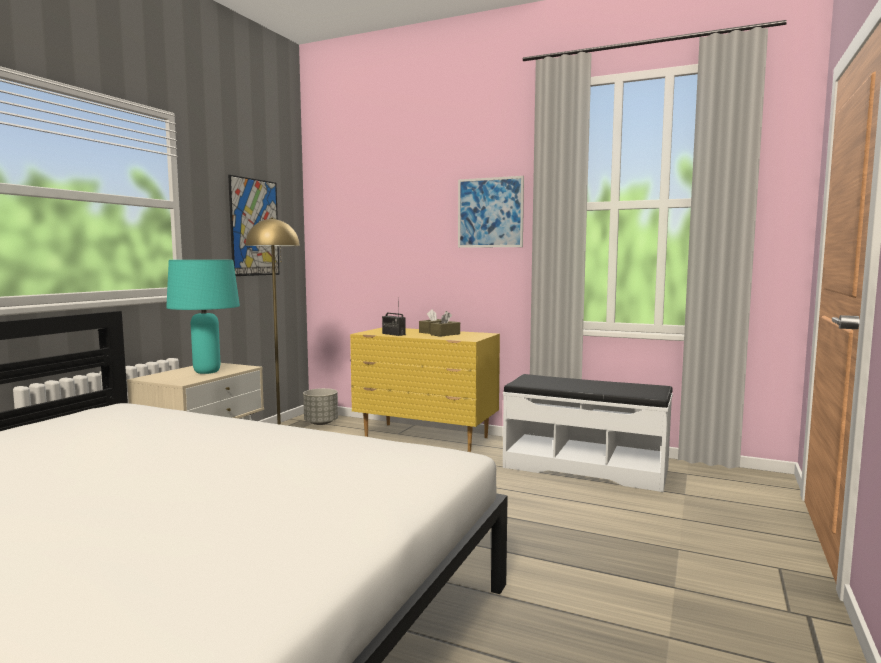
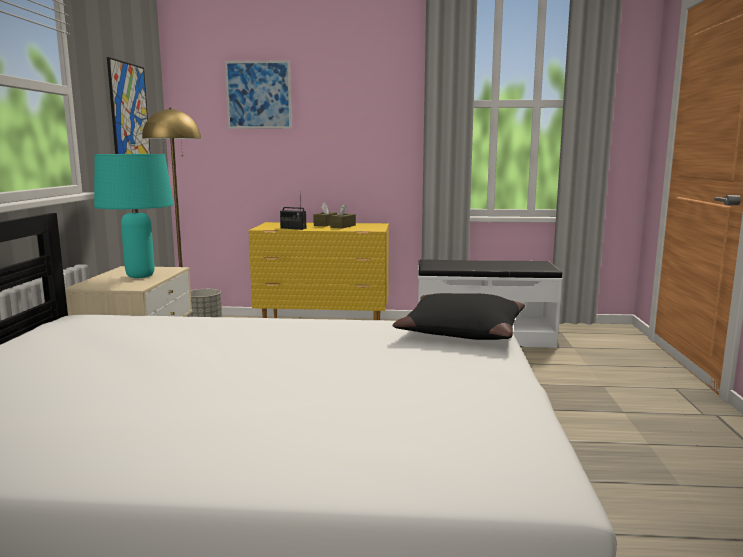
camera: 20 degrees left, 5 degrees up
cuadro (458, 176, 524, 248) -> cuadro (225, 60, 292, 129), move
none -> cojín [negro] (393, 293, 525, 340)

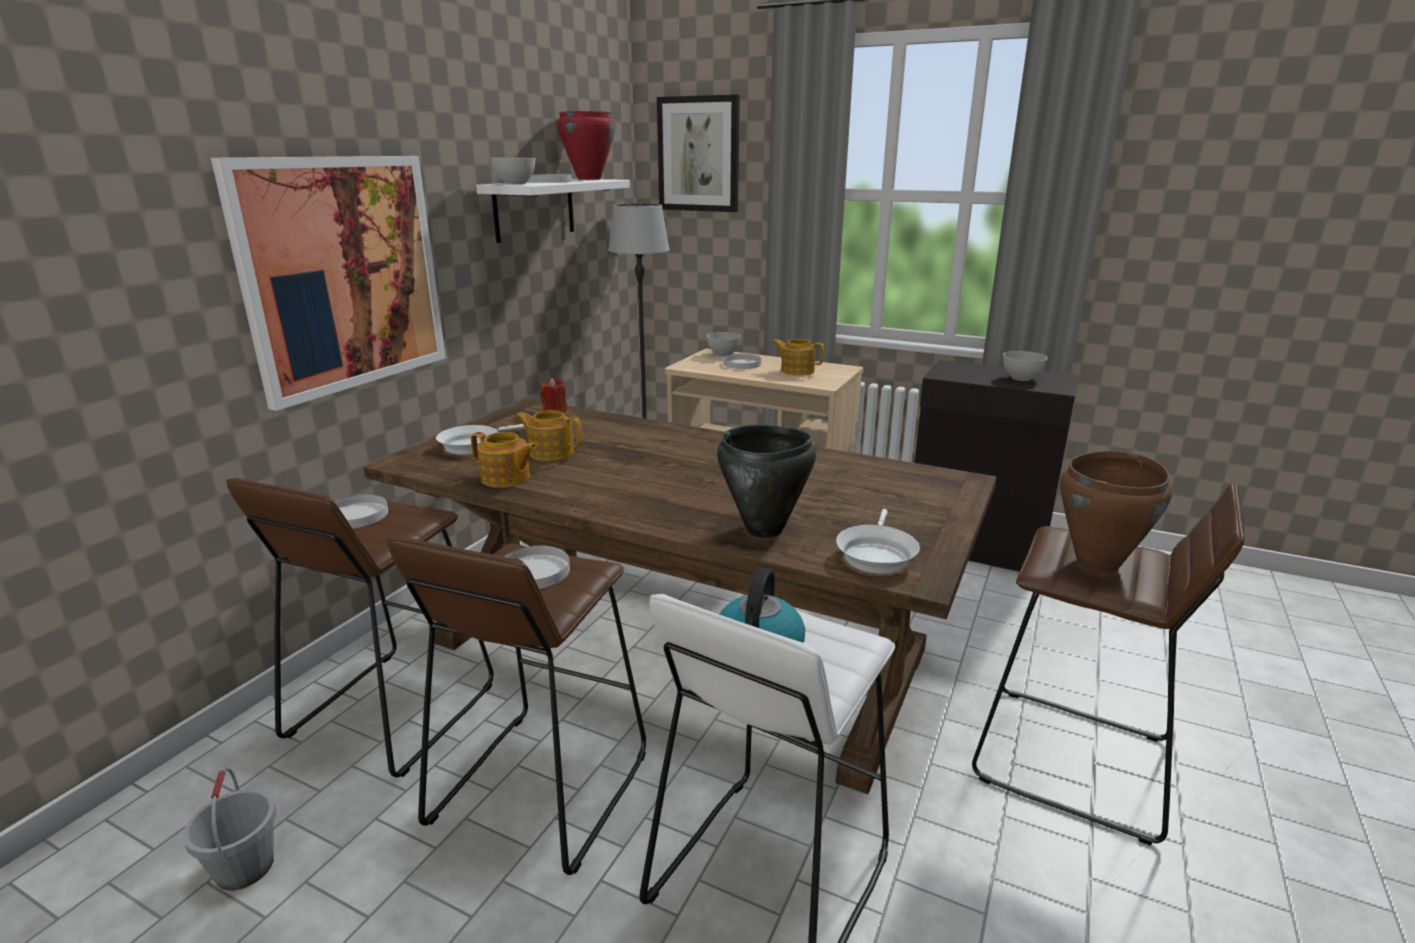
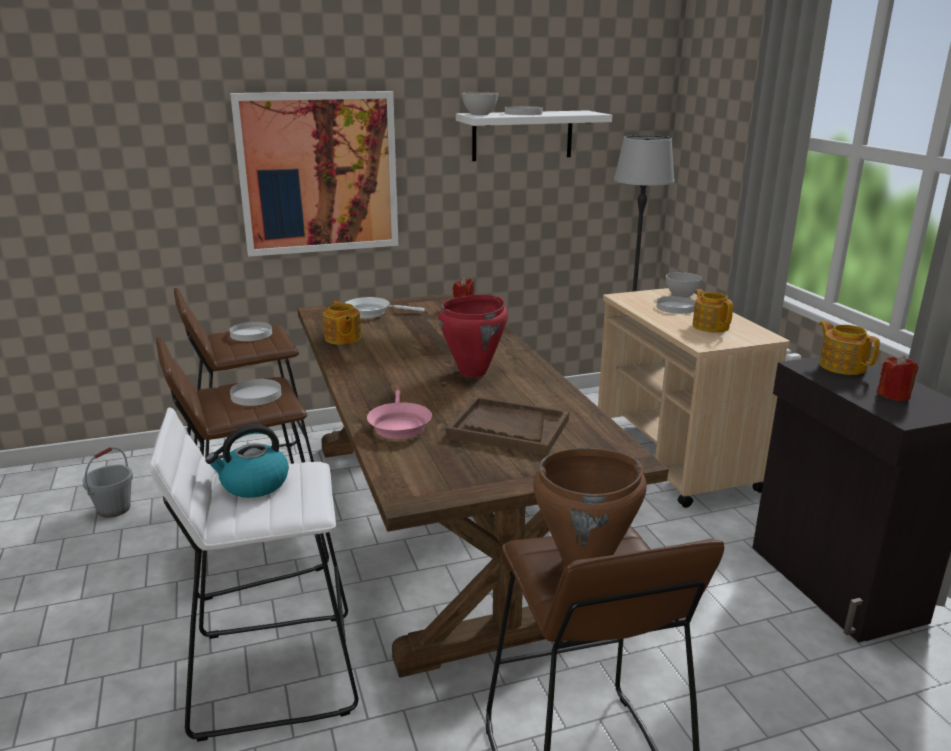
camera: 45 degrees right, 0 degrees up
cuadro (657, 95, 740, 212) -> none
olla [rojo] (557, 111, 615, 180) -> olla [rojo] (438, 295, 508, 377), move
cuenco [gris] (1003, 351, 1047, 381) -> vela [rojo] (877, 355, 918, 401)
tetera (515, 410, 582, 461) -> tetera (819, 320, 880, 375), move
olla [negro] (717, 425, 817, 538) -> sartén [rosa] (367, 390, 432, 439)
sartén [blanco] (836, 509, 920, 573) -> none
none -> bandeja [marrón] (446, 396, 569, 455)

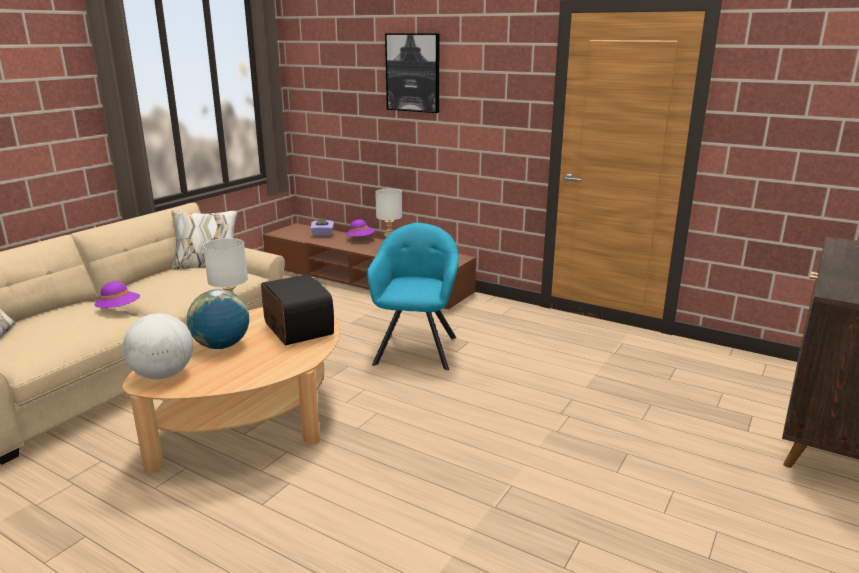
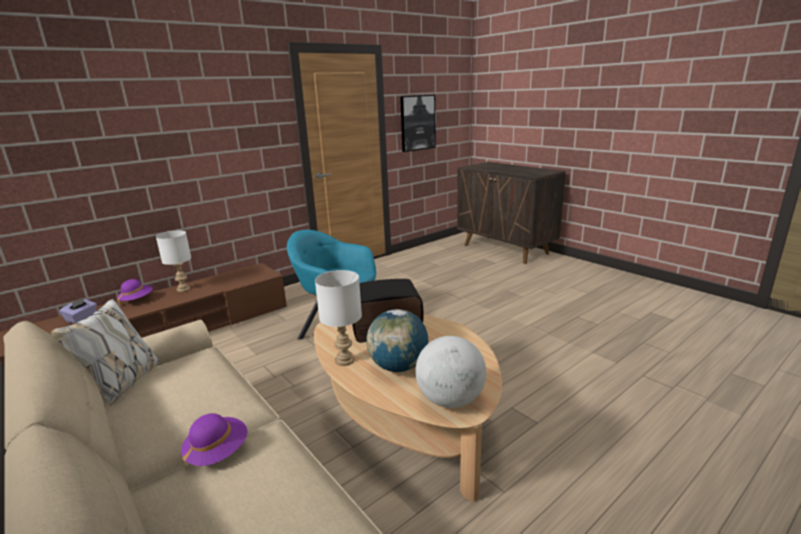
camera: 70 degrees left, 0 degrees up
cuadro (385, 33, 440, 113) -> cuadro (400, 95, 436, 152), move

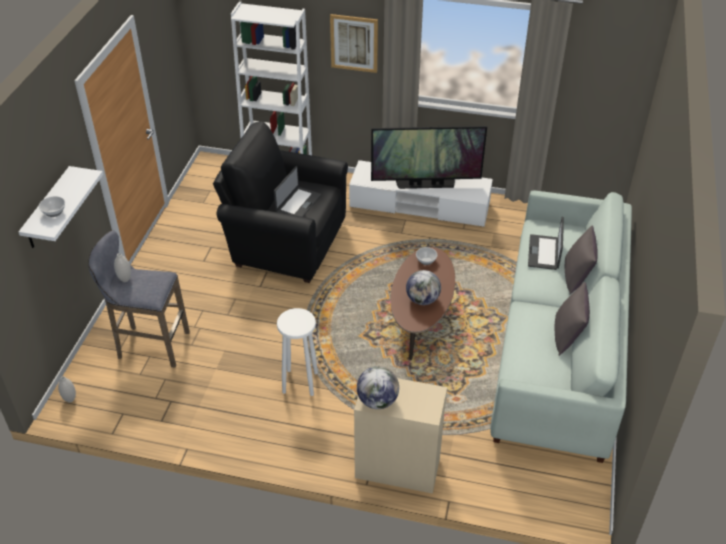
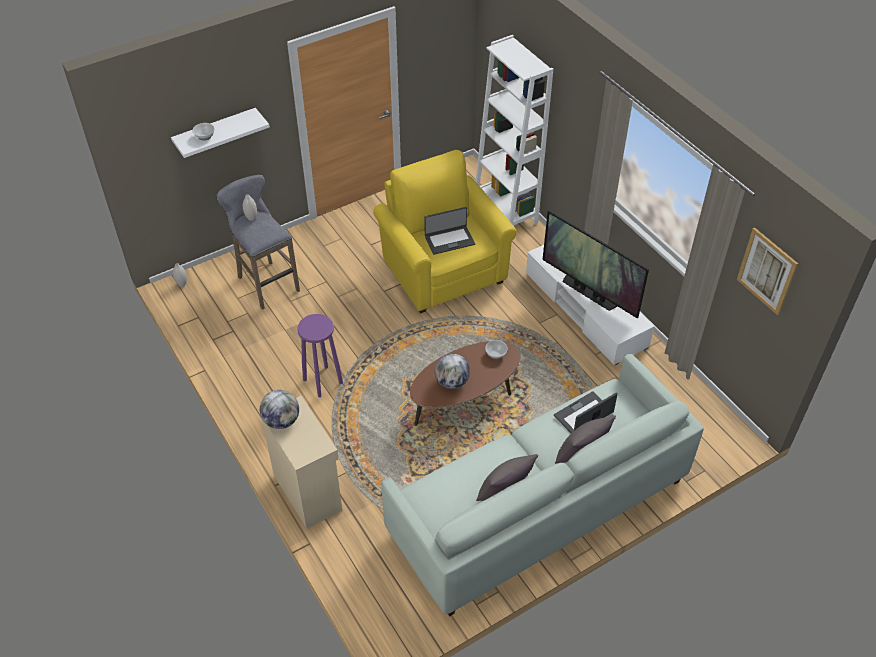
camera: 45 degrees right, 5 degrees up
cuadro (330, 14, 378, 73) -> cuadro (737, 228, 798, 315), move
sillón [negro] (213, 121, 348, 283) -> sillón [amarillo] (373, 150, 517, 314)
taburete [blanco] (277, 308, 318, 396) -> taburete [morado] (297, 314, 343, 397)

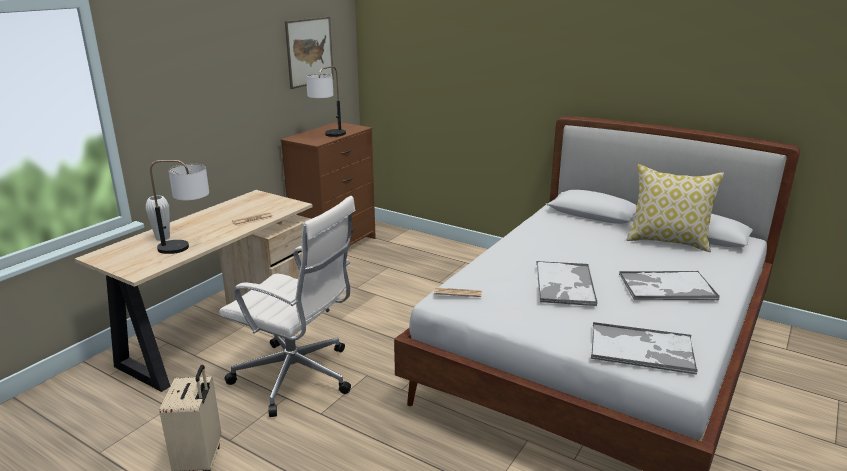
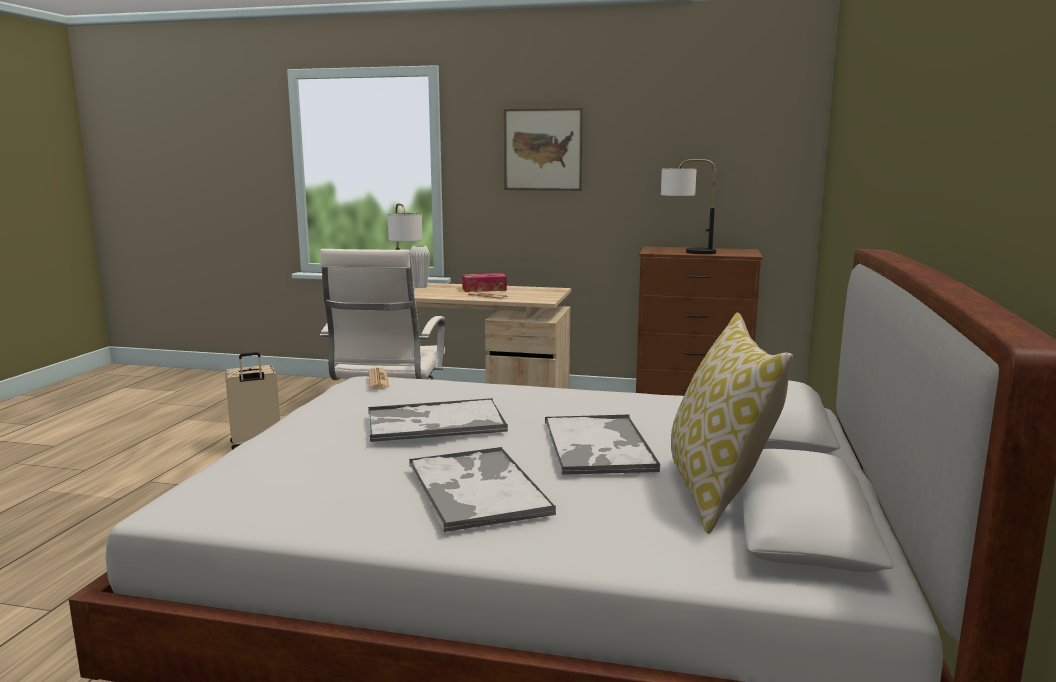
camera: 70 degrees right, 10 degrees down
cuadro (285, 17, 334, 89) -> cuadro (504, 108, 583, 191), move
bandeja (591, 322, 698, 375) -> bandeja (545, 414, 661, 475), move
none -> caja de pañuelos (462, 273, 507, 292)

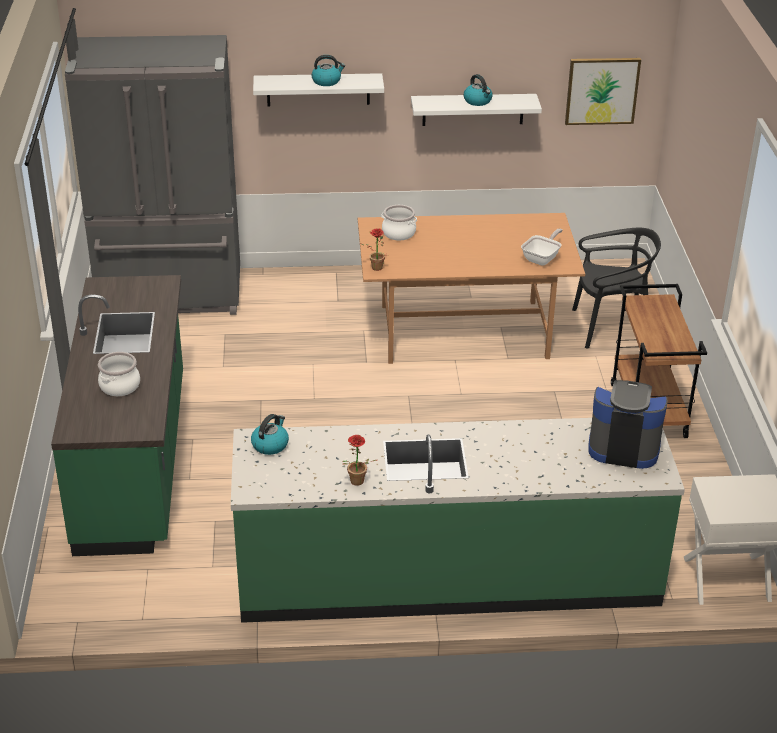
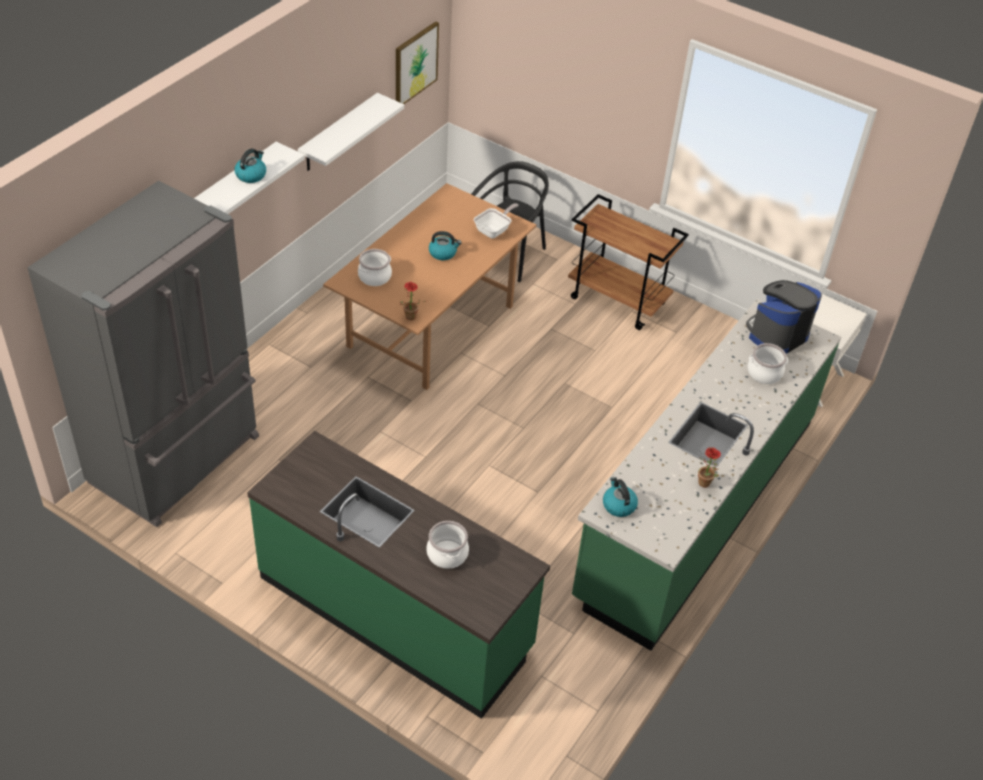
camera: 55 degrees left, 10 degrees up
hervidor (464, 74, 493, 106) -> hervidor (429, 231, 462, 260), move
sartén (521, 229, 563, 266) -> sartén (474, 203, 519, 238), 60 degrees clockwise
none -> olla (748, 343, 788, 384)

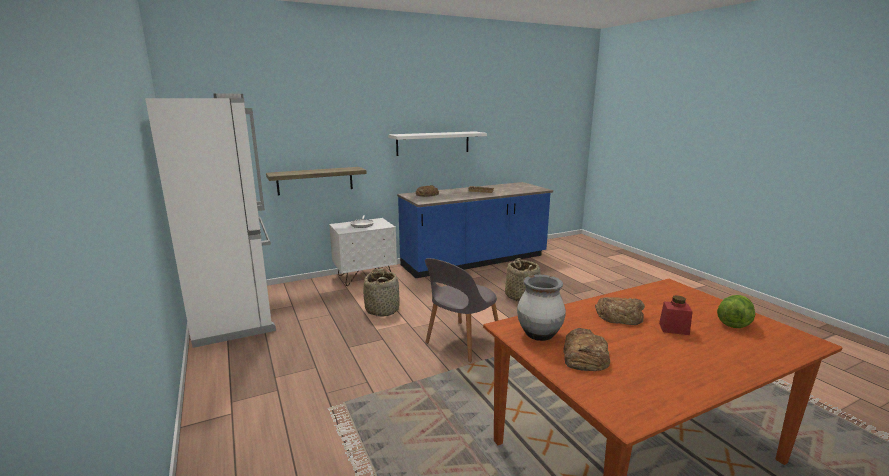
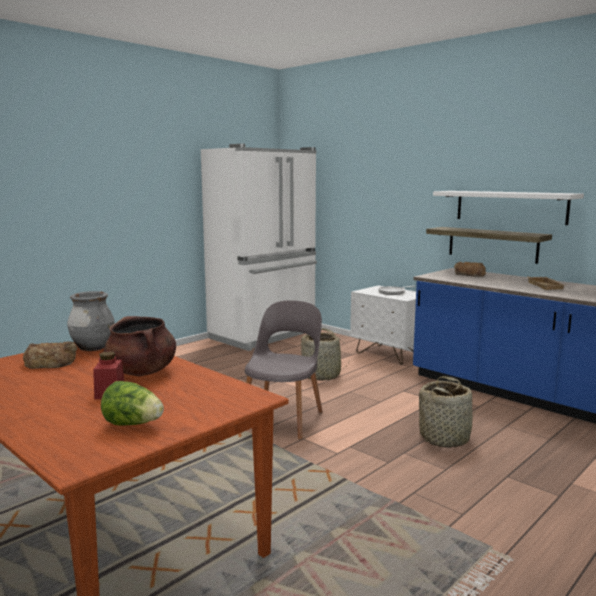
camera: 70 degrees right, 5 degrees down
estante (266, 167, 367, 195) -> estante (426, 227, 552, 264), move
silla [gris] (425, 258, 498, 362) -> silla [gris] (245, 300, 322, 440), 90 degrees clockwise
pan (595, 297, 645, 325) -> olla [marrón] (104, 316, 176, 376)

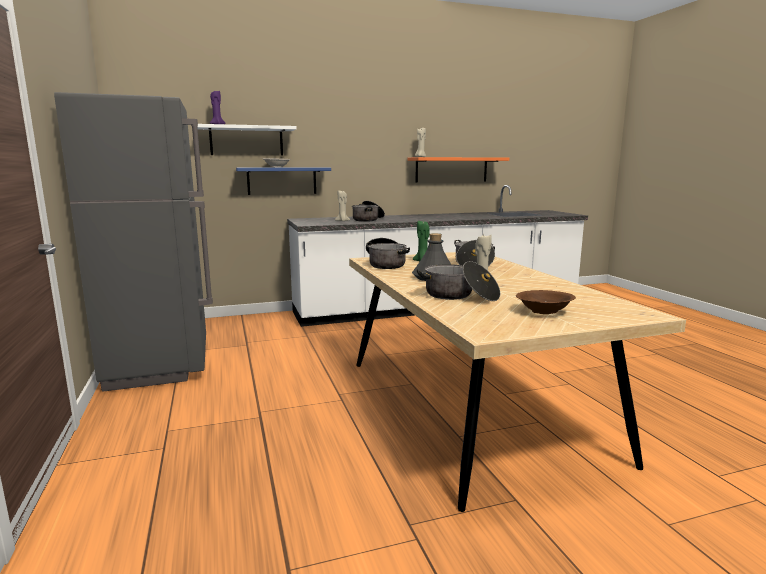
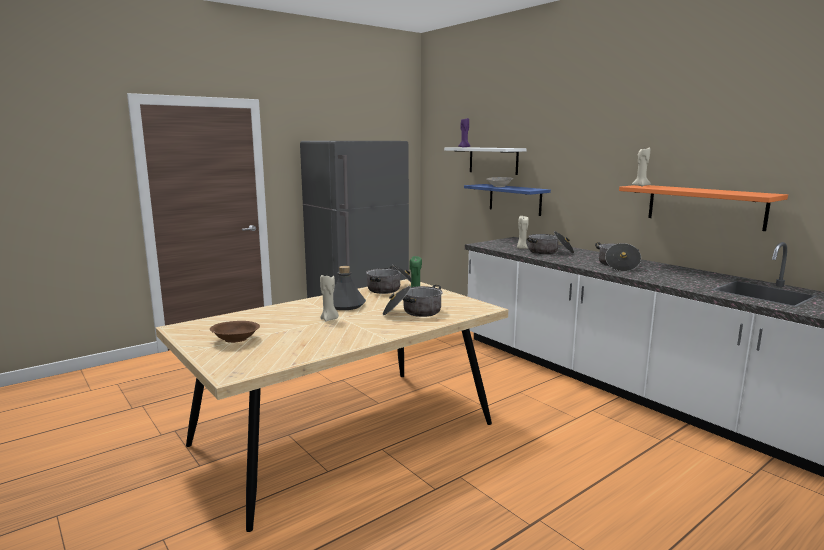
camera: 70 degrees right, 0 degrees up
olla (417, 261, 500, 301) -> olla (595, 242, 641, 272), move

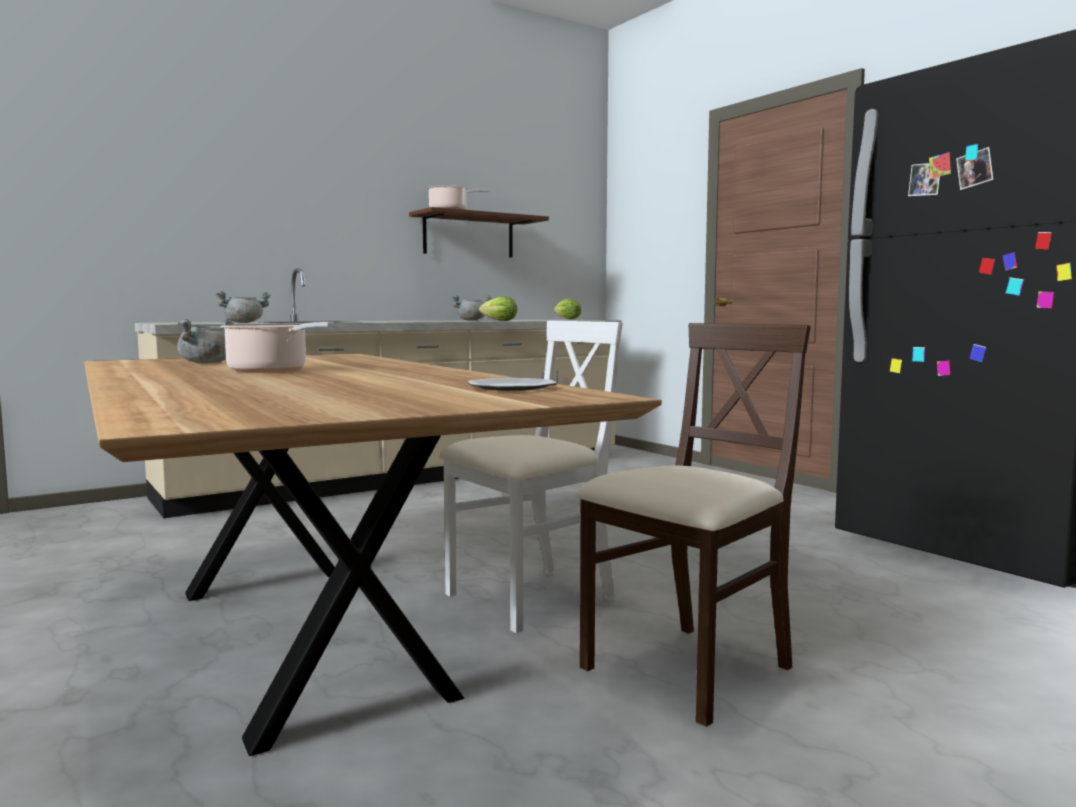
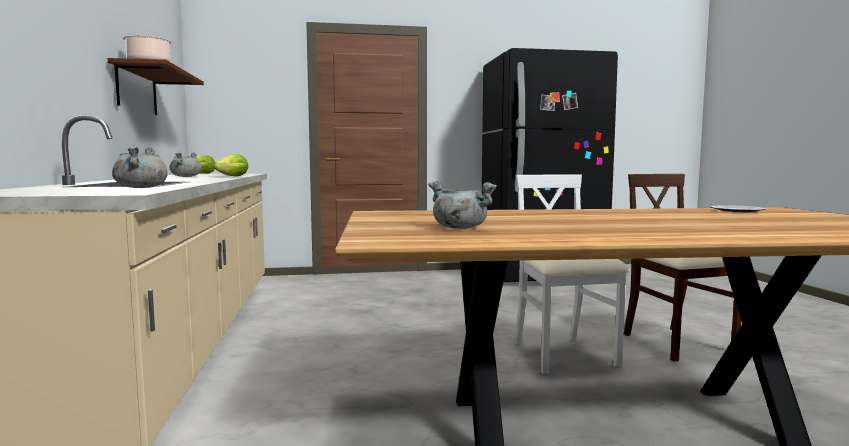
camera: 65 degrees left, 0 degrees up
olla (220, 322, 334, 373) -> none

